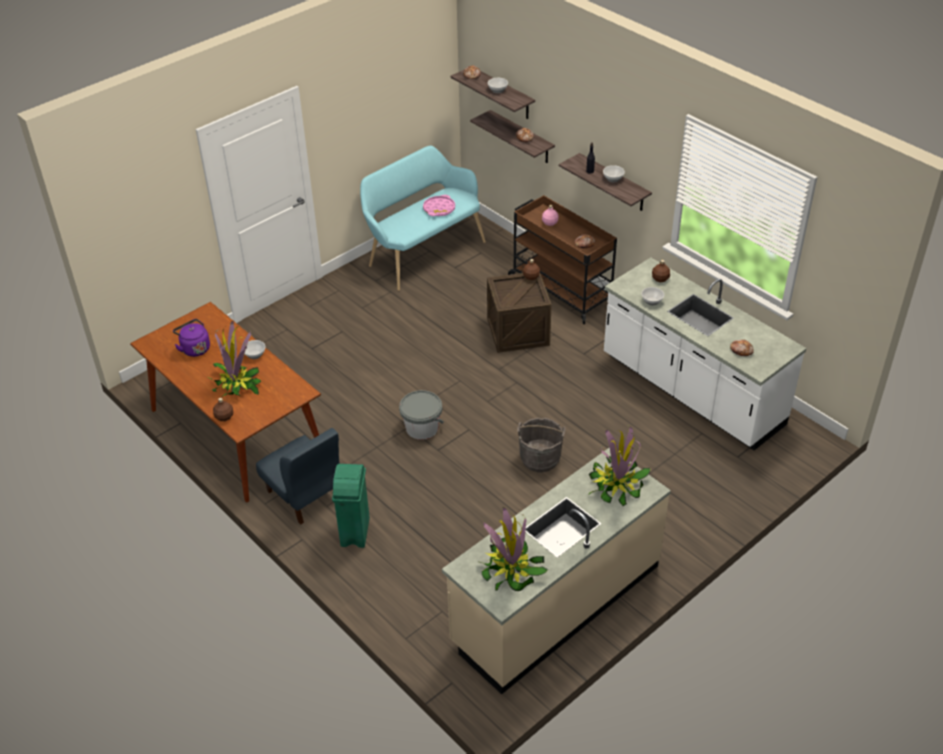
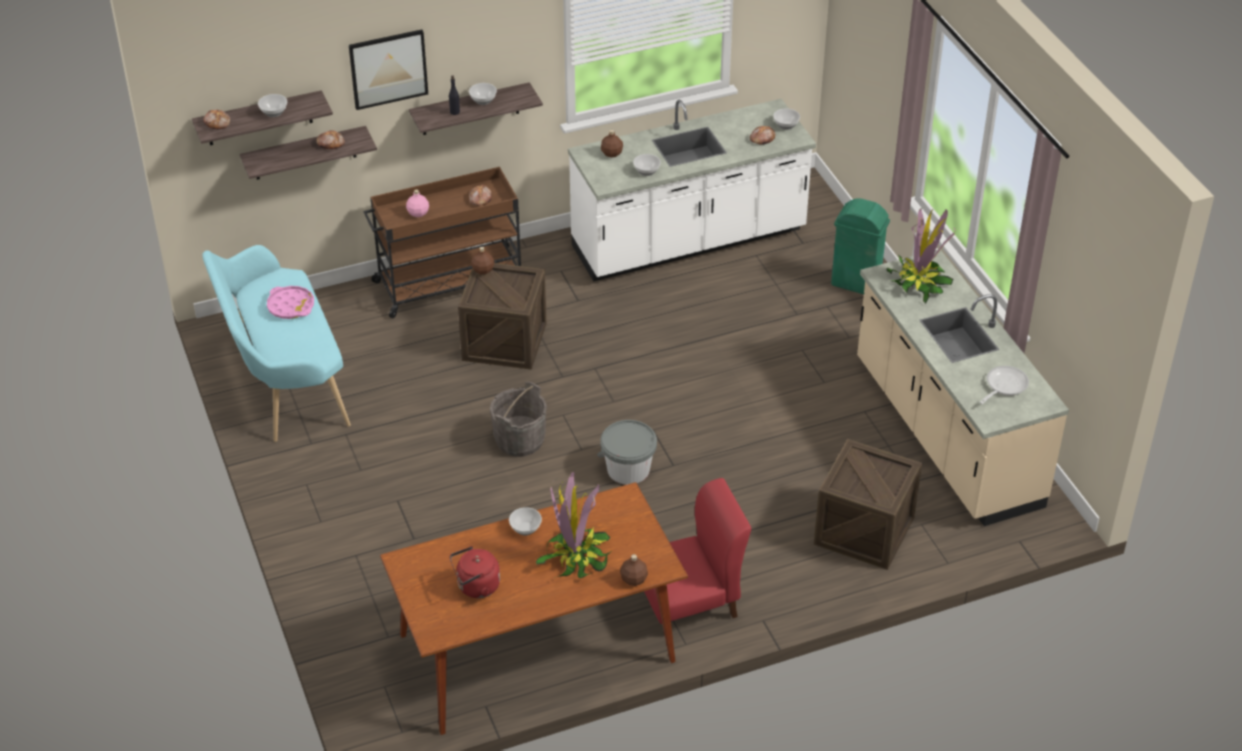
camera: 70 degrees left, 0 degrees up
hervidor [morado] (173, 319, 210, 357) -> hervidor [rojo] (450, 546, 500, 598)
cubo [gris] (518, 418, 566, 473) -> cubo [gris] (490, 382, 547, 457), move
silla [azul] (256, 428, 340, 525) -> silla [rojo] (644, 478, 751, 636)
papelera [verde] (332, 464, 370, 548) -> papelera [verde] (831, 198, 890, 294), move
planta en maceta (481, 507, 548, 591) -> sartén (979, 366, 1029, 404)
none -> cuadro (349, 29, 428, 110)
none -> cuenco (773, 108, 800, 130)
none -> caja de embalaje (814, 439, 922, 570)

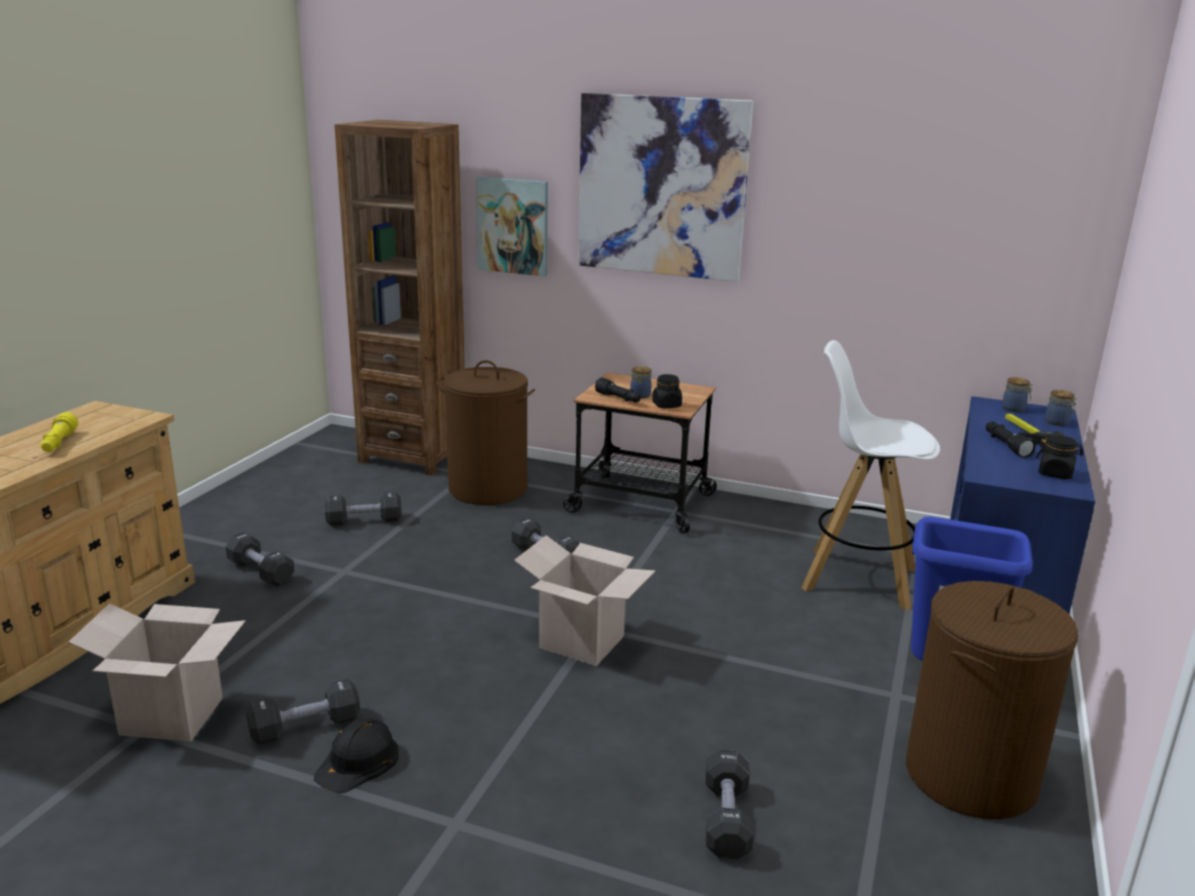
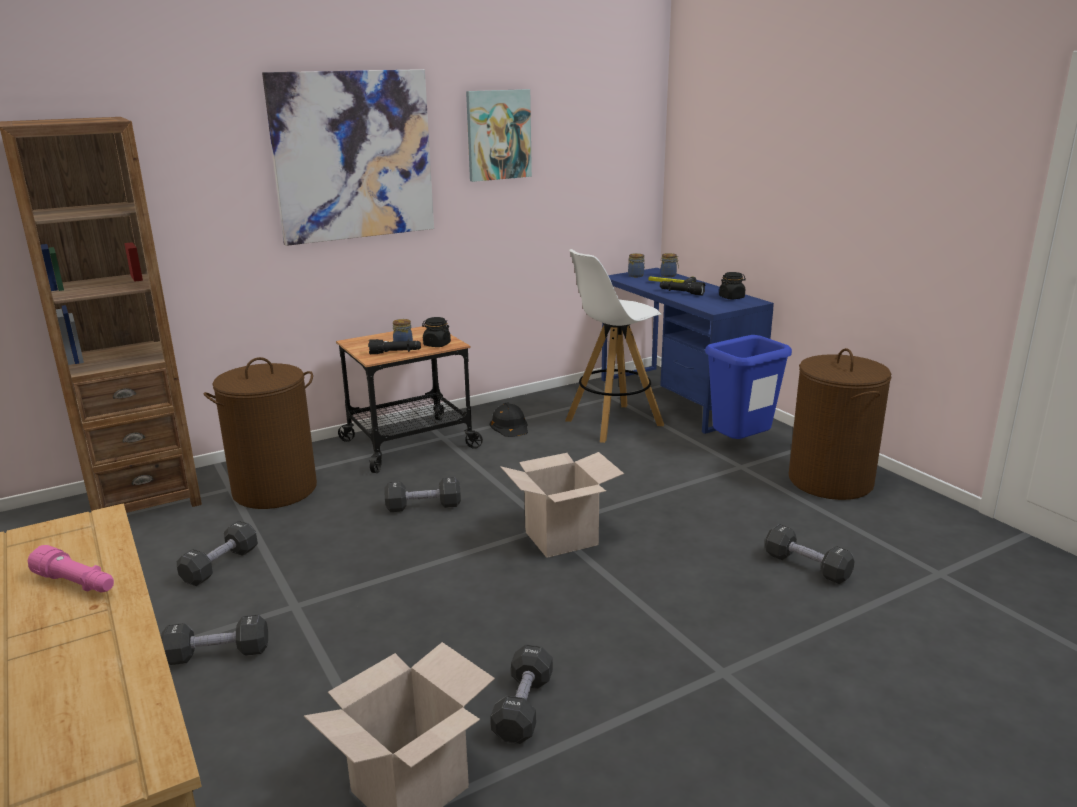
camera: 50 degrees left, 0 degrees up
cuadro (477, 176, 548, 277) -> cuadro (466, 89, 532, 182), move
linterna [amarillo] (41, 412, 78, 452) -> linterna [rosa] (28, 545, 114, 592)
casco [negro] (314, 718, 398, 793) -> casco [negro] (489, 403, 528, 437), move

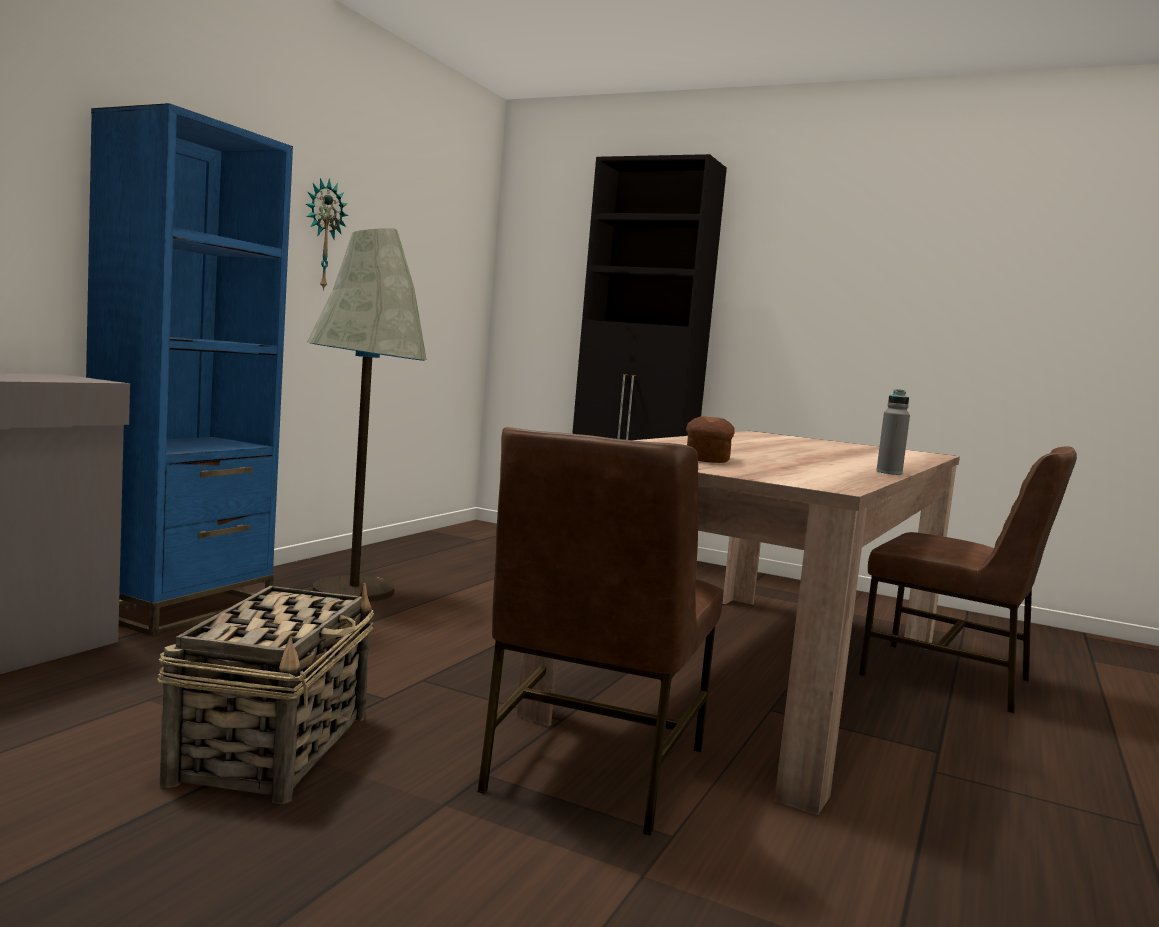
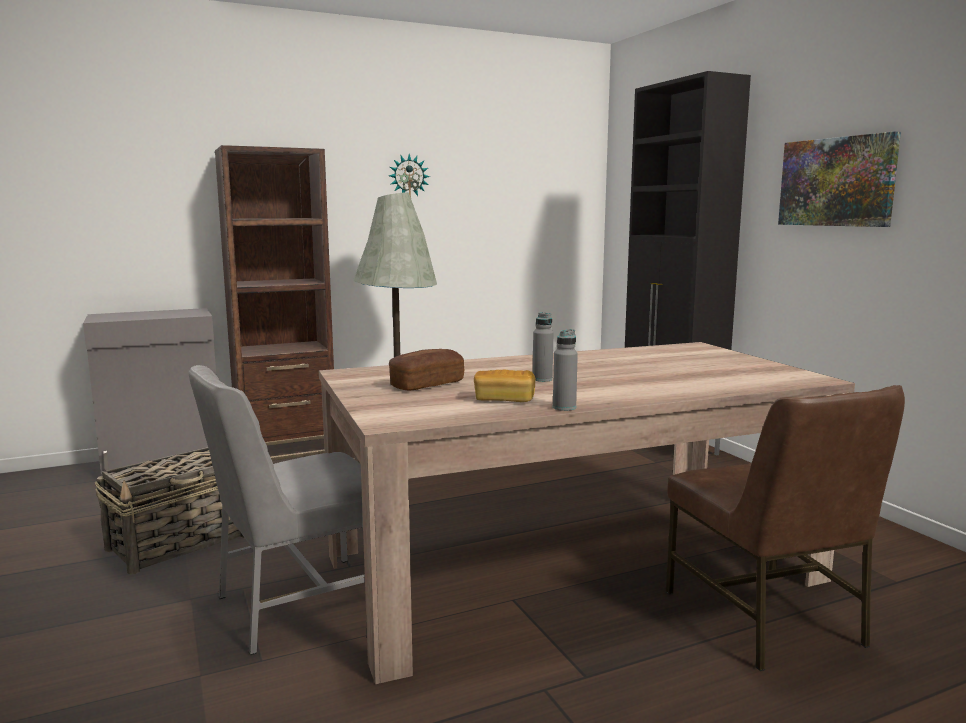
camera: 40 degrees right, 5 degrees up
estantería [azul] (86, 103, 293, 636) -> estantería [marrón] (215, 145, 334, 461)
silla [marrón] (477, 427, 723, 836) -> silla [gris] (189, 365, 365, 655)
none -> cuadro (778, 131, 901, 227)
none -> botella [gris] (533, 312, 553, 382)
none -> pan (474, 370, 535, 402)

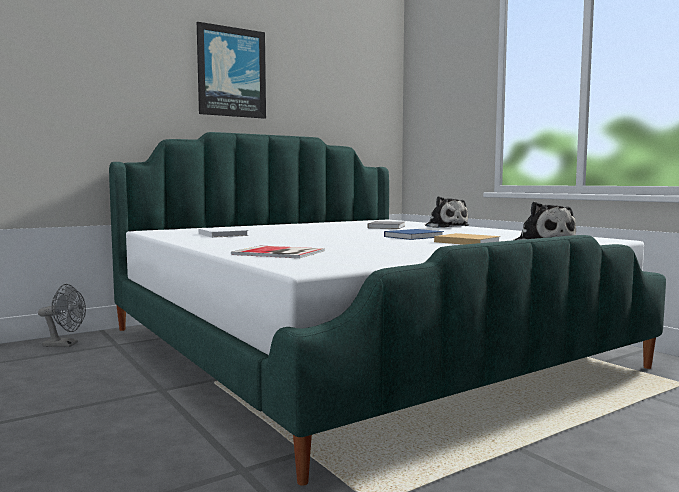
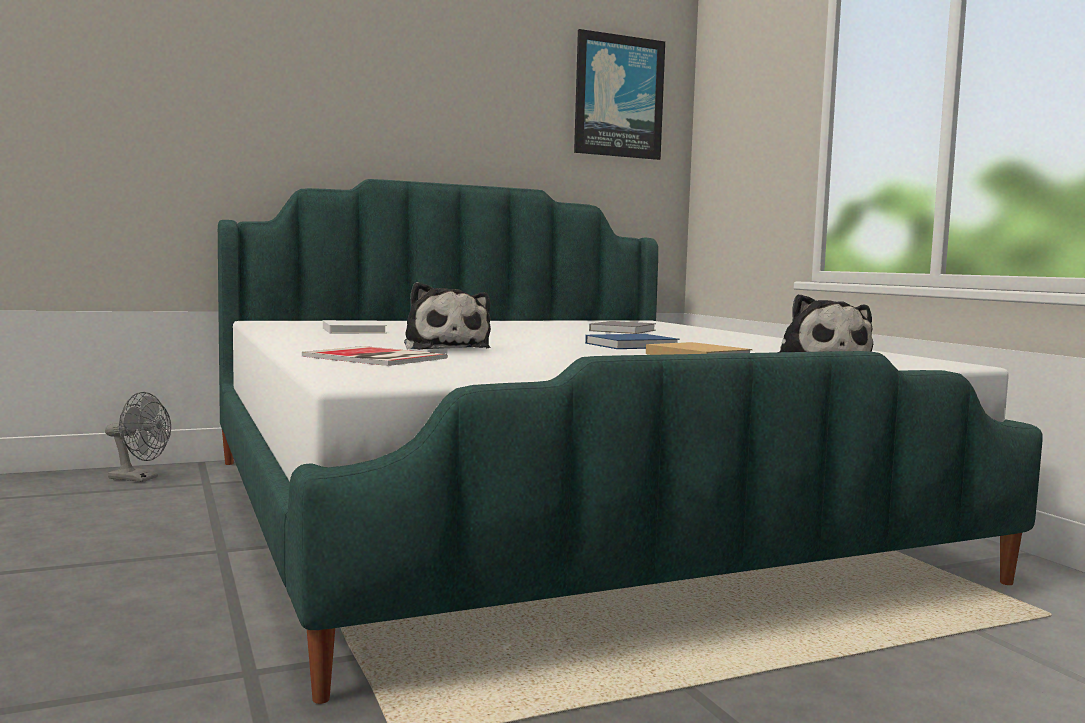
camera: 10 degrees right, 0 degrees up
cuadro (197, 22, 266, 119) -> cuadro (574, 29, 665, 160), move
peluche (425, 196, 469, 228) -> peluche (404, 282, 491, 350), move

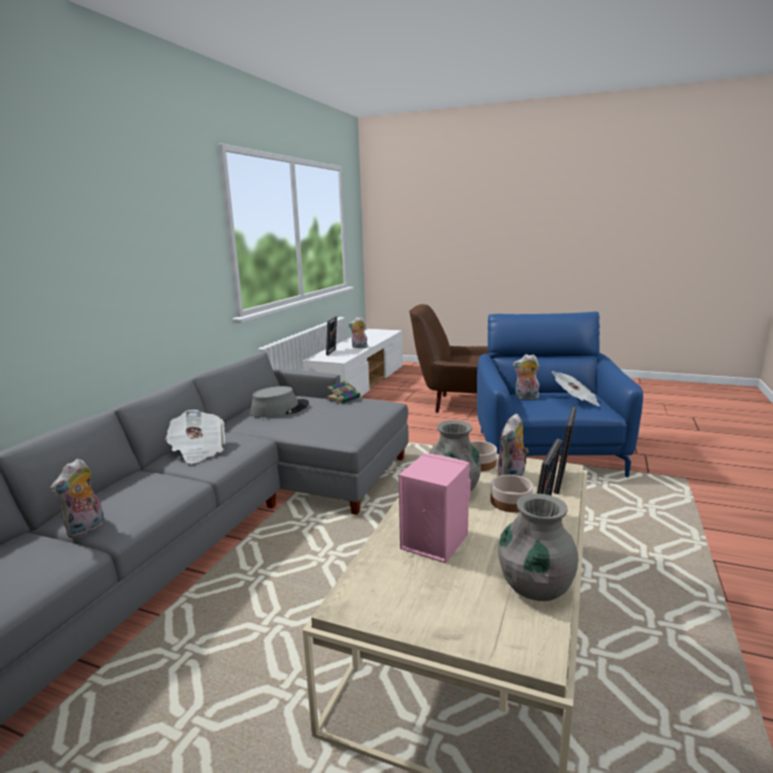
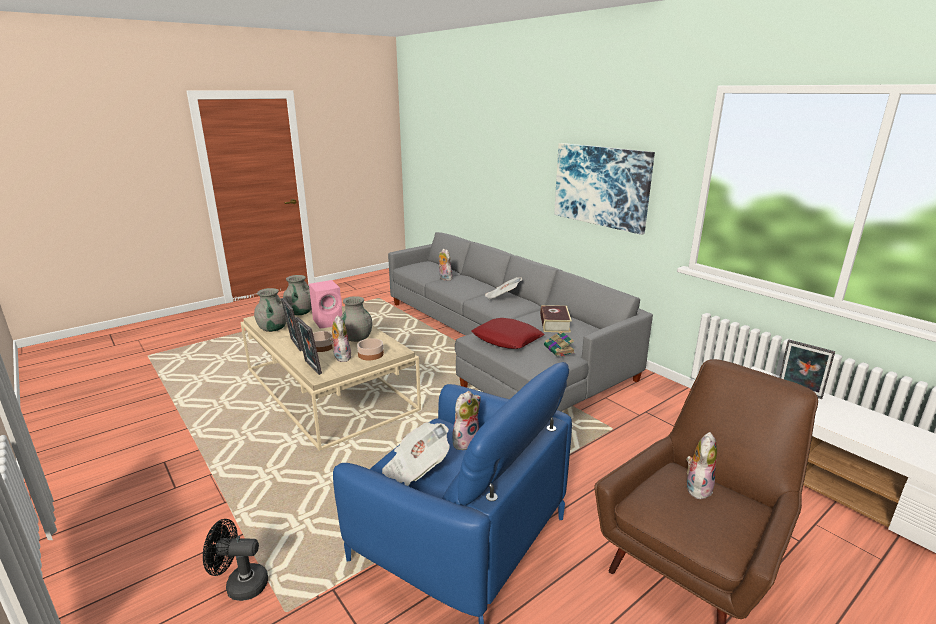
camera: 120 degrees right, 5 degrees up
peluche (348, 317, 368, 348) -> peluche (686, 432, 717, 499), move
sombrero [gris] (251, 386, 309, 418) -> libro (540, 305, 572, 333)
none -> cuadro (554, 143, 655, 235)
none -> florero [gris] (283, 275, 312, 315)
none -> cojín [rojo] (471, 318, 544, 349)
none -> ventilador [negro] (203, 519, 268, 601)

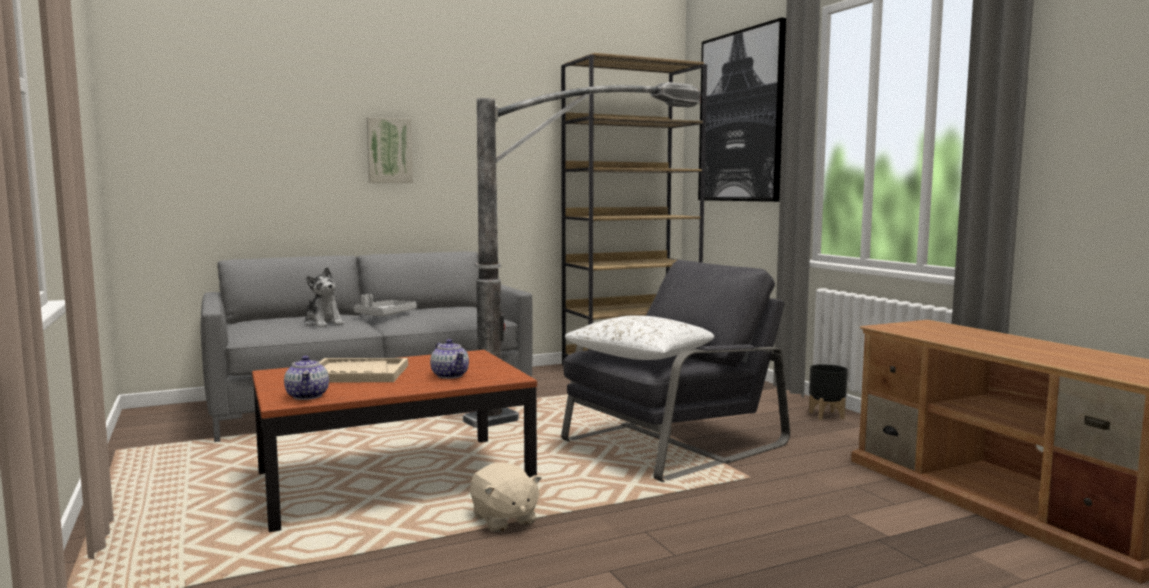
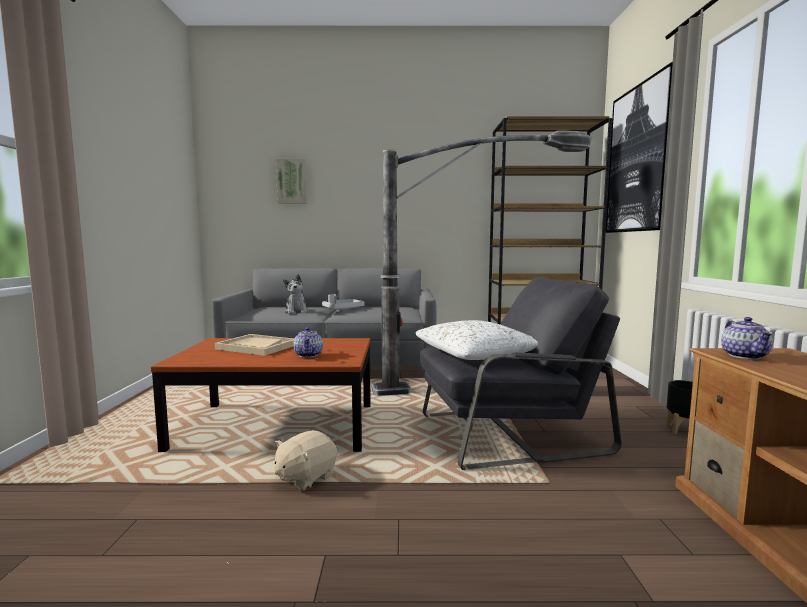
camera: 25 degrees right, 0 degrees up
cuadro (366, 117, 413, 183) -> cuadro (276, 159, 307, 204), move
tetera (284, 356, 329, 400) -> tetera (721, 317, 773, 360), move
peluche [beis] (470, 462, 542, 532) -> peluche [beis] (274, 430, 337, 491), 45 degrees clockwise

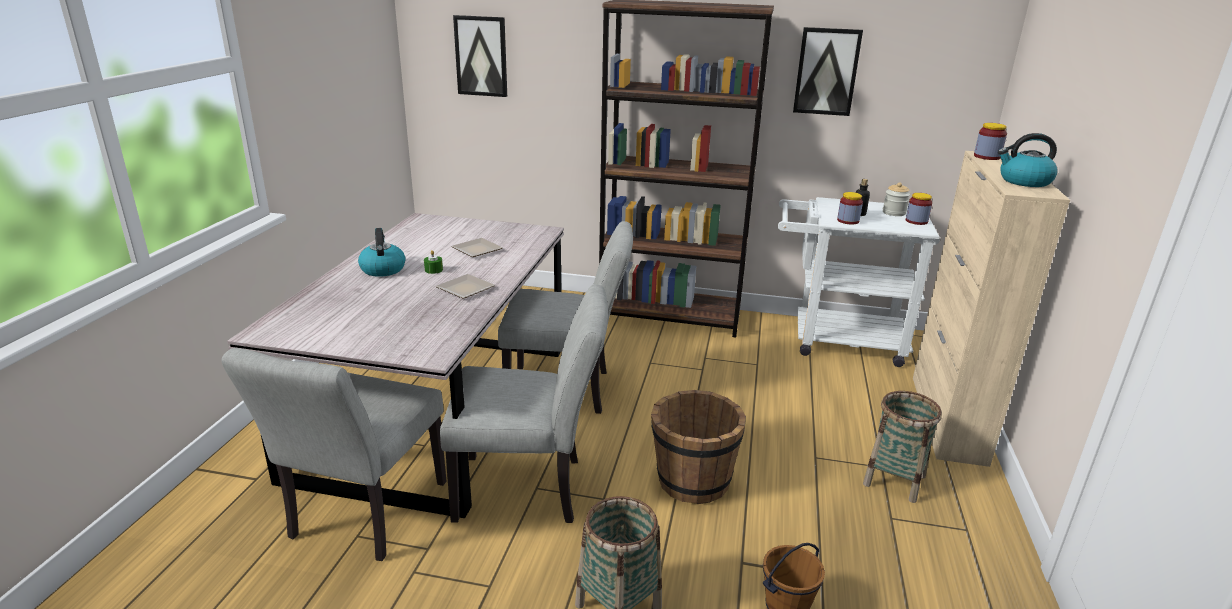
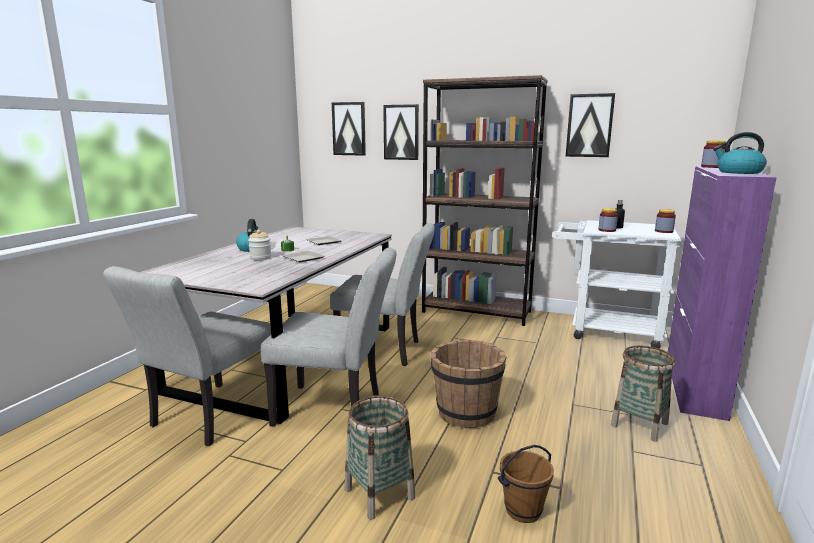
camera: 10 degrees right, 10 degrees down
armario [beis] (913, 151, 1070, 467) -> armario [morado] (668, 166, 777, 421)
tarro (883, 183, 910, 216) -> tarro (248, 230, 272, 260), move
none -> cuadro (383, 104, 419, 160)

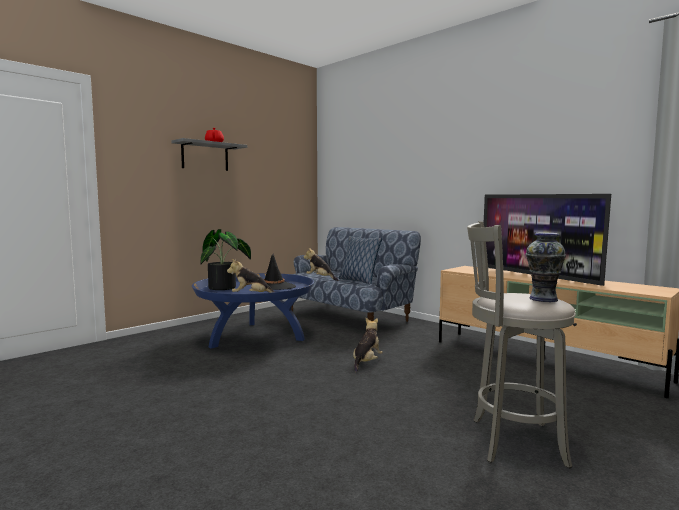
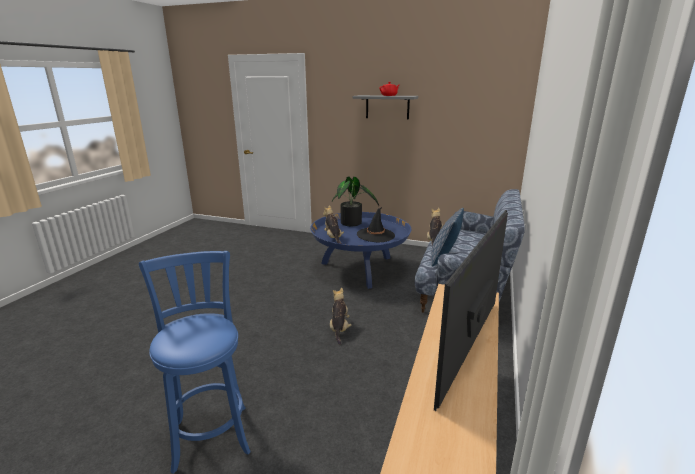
camera: 65 degrees right, 15 degrees up
taburete [gris] (467, 221, 576, 468) -> taburete [azul] (139, 251, 251, 474)
florero (525, 233, 566, 302) -> none
peluche (353, 318, 383, 373) -> peluche (330, 288, 352, 345), 90 degrees counterclockwise

